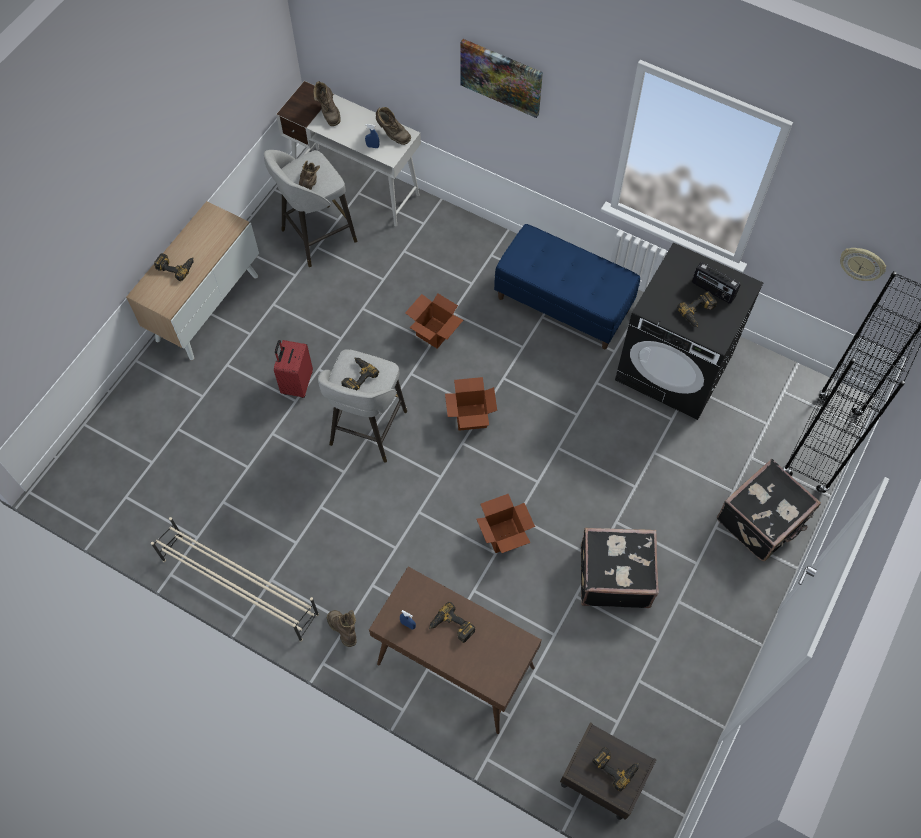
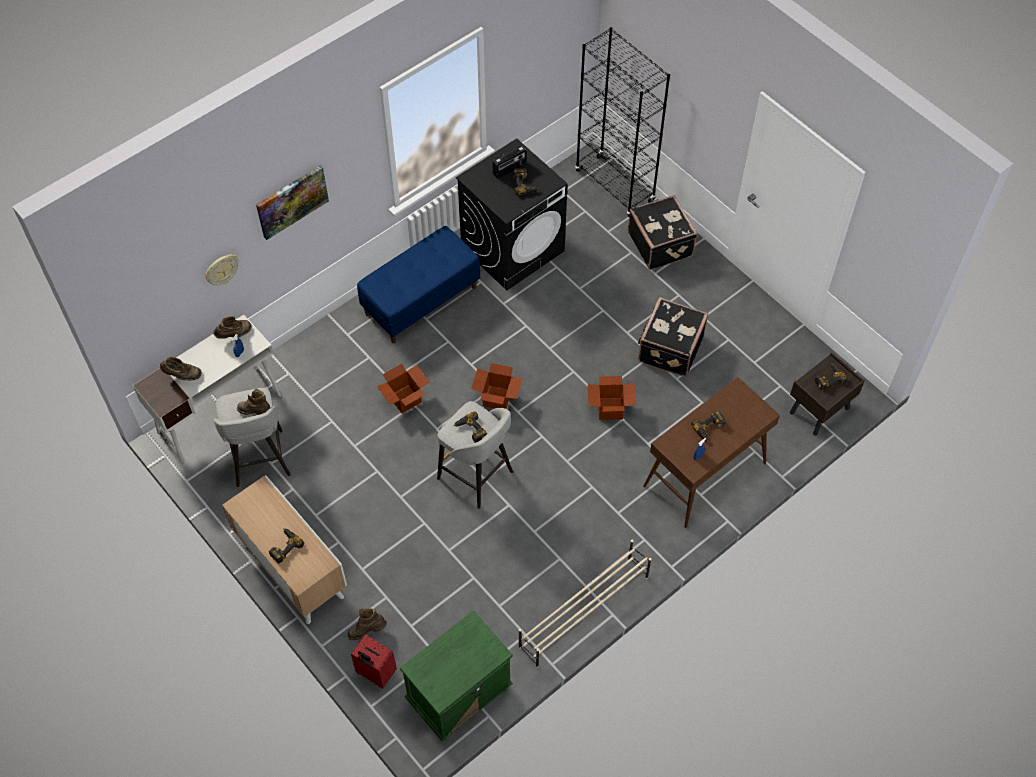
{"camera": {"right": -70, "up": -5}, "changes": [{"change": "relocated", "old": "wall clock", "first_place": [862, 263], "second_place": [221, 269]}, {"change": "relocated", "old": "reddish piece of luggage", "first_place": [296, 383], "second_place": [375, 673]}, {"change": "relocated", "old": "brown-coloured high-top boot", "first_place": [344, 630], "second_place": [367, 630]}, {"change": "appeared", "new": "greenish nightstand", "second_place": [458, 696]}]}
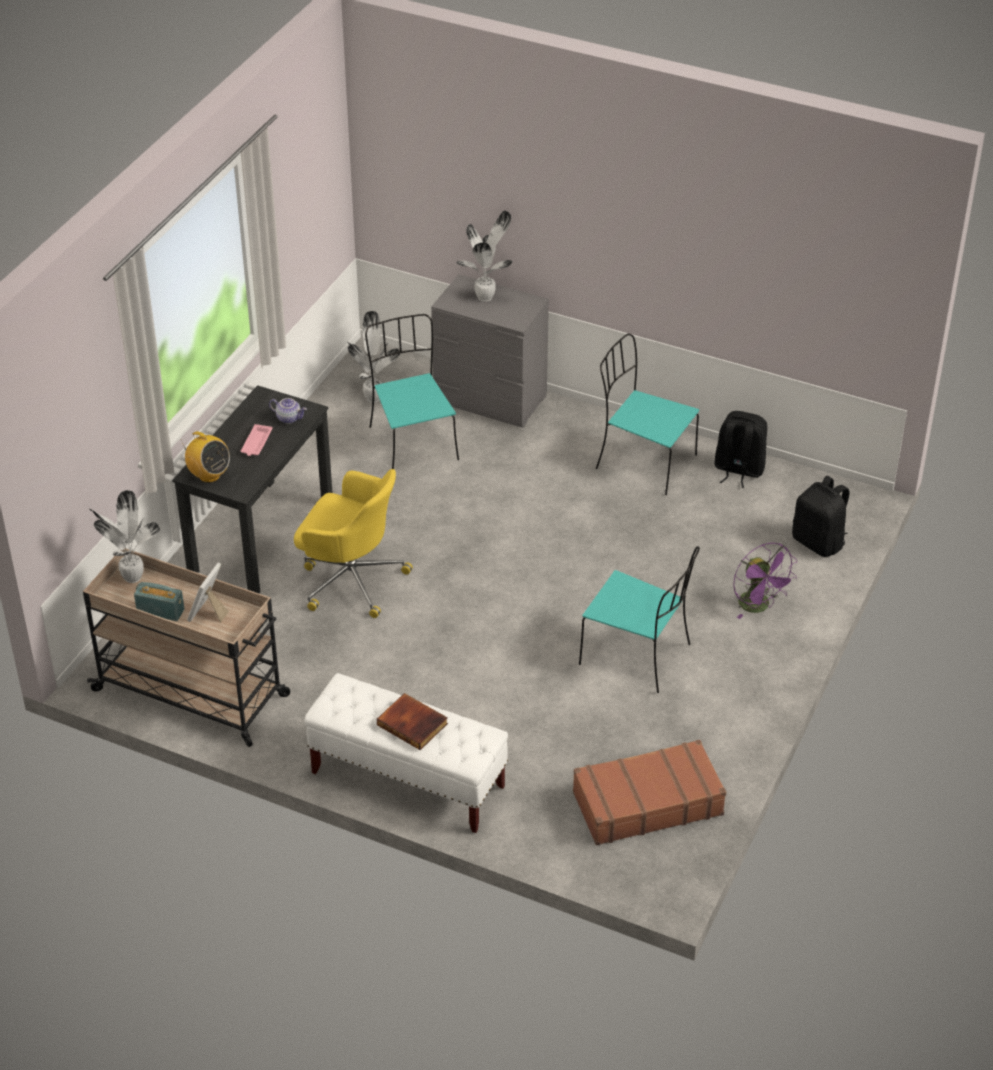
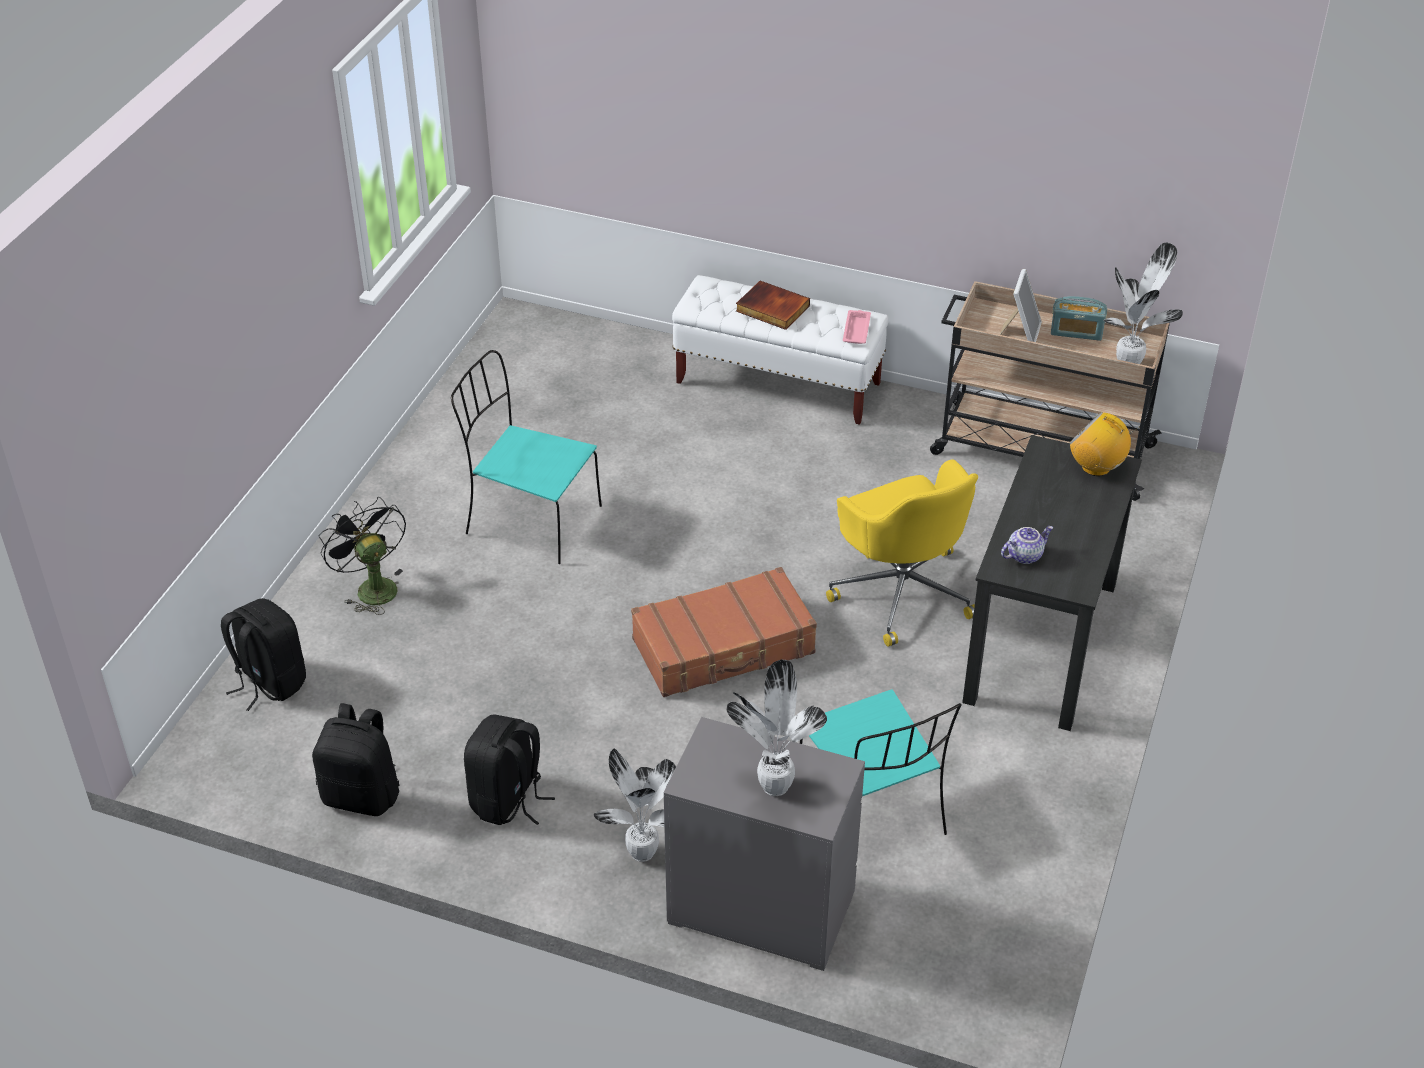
{"camera": {"right": 175, "up": 0}, "changes": [{"change": "relocated", "old": "plant in a pot", "first_place": [373, 397], "second_place": [642, 855]}, {"change": "exchanged", "old": "turquoise chair", "new": "blackish knapsack", "first_place": [643, 461], "second_place": [508, 800]}, {"change": "spun", "old": "pot for tea", "first_place": [289, 418], "second_place": [1024, 555], "degrees": 135}, {"change": "relocated", "old": "pink-coloured serving tray", "first_place": [256, 443], "second_place": [856, 329]}, {"change": "spun", "old": "yellowish computer chair", "first_place": [351, 579], "second_place": [902, 591], "degrees": -135}, {"change": "colour", "old": "purplish cooling fan", "new": "blackish cooling fan", "first_place": [759, 607], "second_place": [371, 587]}, {"change": "relocated", "old": "brown-coloured piece of luggage", "first_place": [646, 803], "second_place": [724, 647]}]}
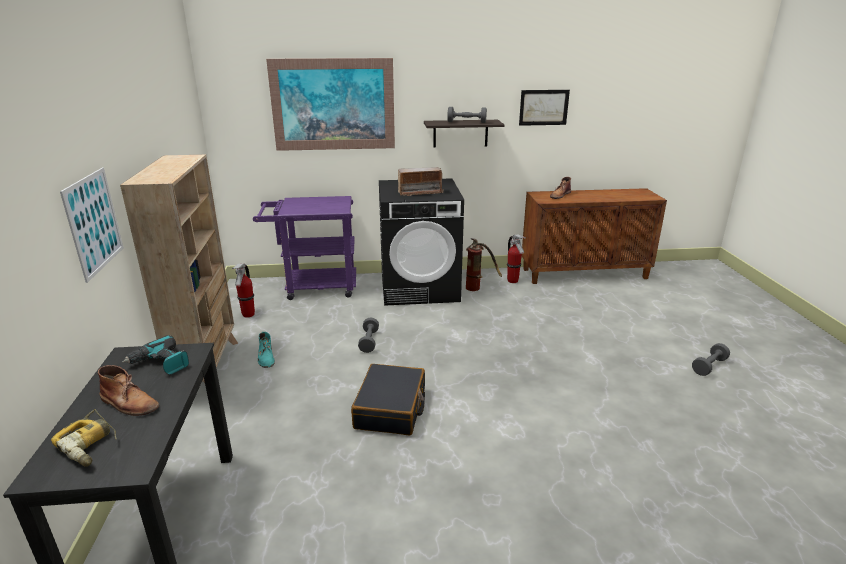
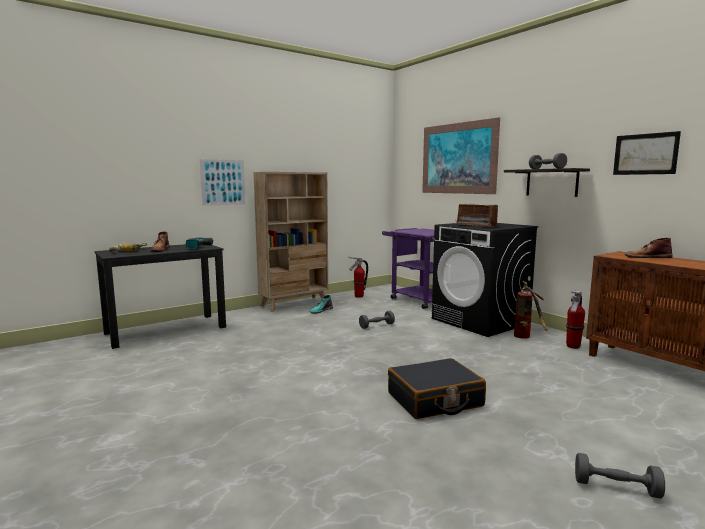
{"camera": {"right": 60, "up": -15}, "changes": [{"change": "relocated", "old": "blackish piece of luggage", "first_place": [391, 409], "second_place": [435, 400]}]}
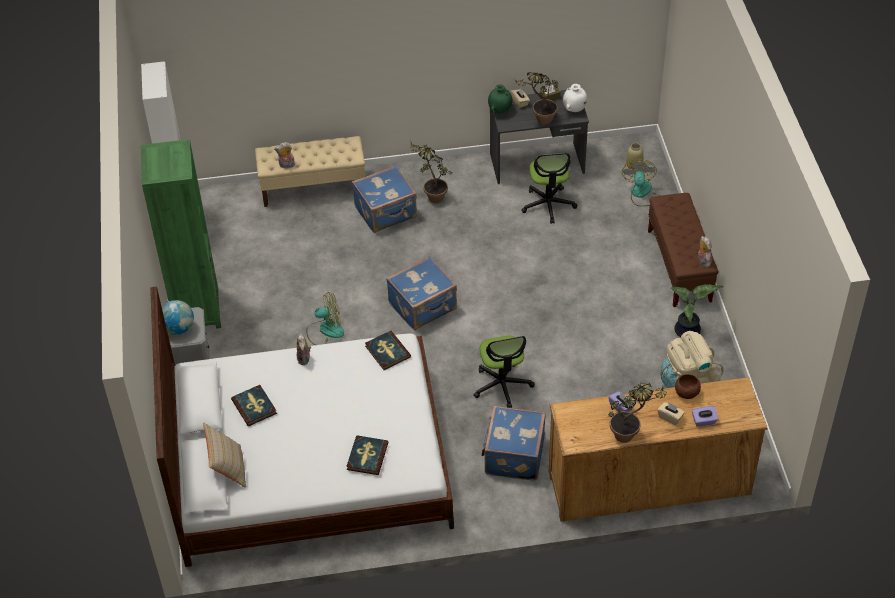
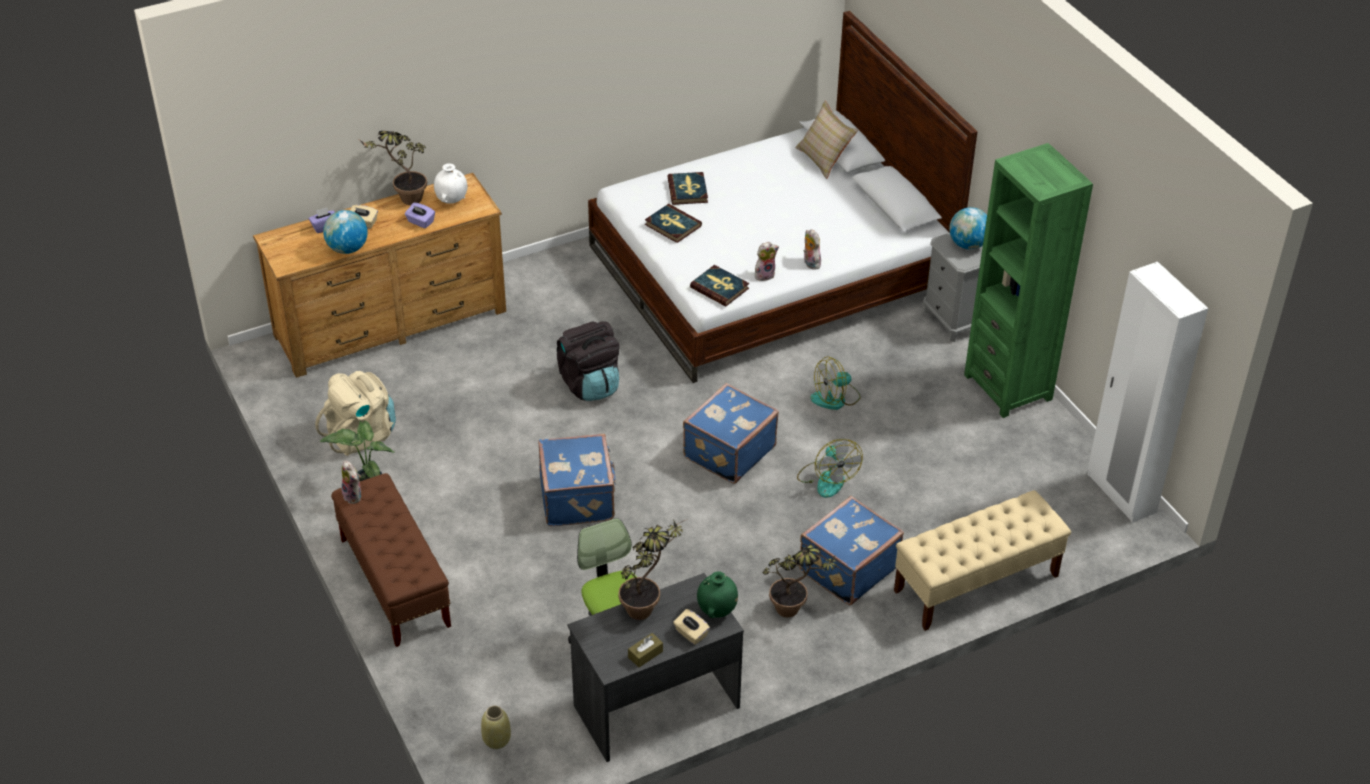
{"camera": {"right": 160, "up": -5}, "changes": [{"change": "relocated", "old": "white-coloured vase", "first_place": [574, 109], "second_place": [452, 200]}, {"change": "relocated", "old": "soft toy", "first_place": [286, 165], "second_place": [764, 274]}, {"change": "relocated", "old": "cooling fan", "first_place": [641, 194], "second_place": [827, 478]}, {"change": "exchanged", "old": "computer chair", "new": "blackish knapsack", "first_place": [502, 385], "second_place": [589, 384]}, {"change": "exchanged", "old": "brown-coloured deep dish", "new": "world globe", "first_place": [687, 393], "second_place": [347, 249]}, {"change": "relocated", "old": "bound book", "first_place": [254, 407], "second_place": [672, 225]}, {"change": "relocated", "old": "bluish piece of luggage", "first_place": [513, 456], "second_place": [578, 498]}]}
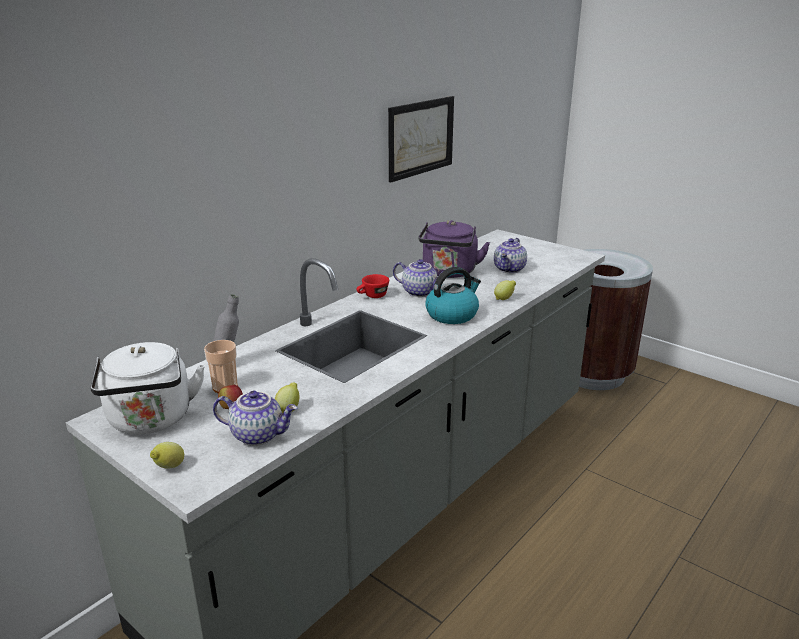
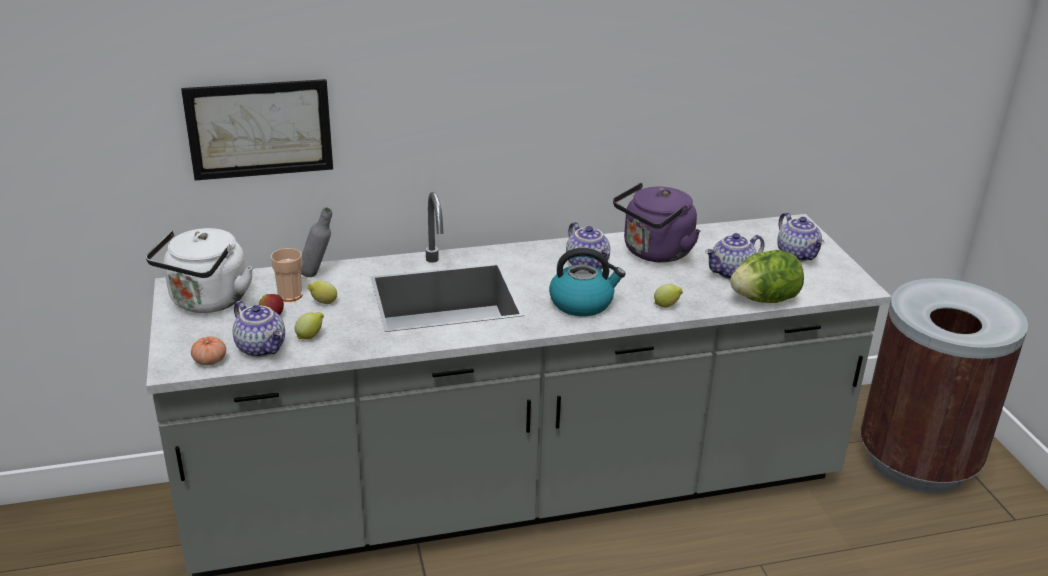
{"camera": {"right": 35, "up": 5}, "changes": [{"change": "relocated", "old": "wall art", "first_place": [421, 137], "second_place": [259, 129]}, {"change": "missing", "old": "reddish small cup", "first_place": [372, 296]}, {"change": "relocated", "old": "whole lemon", "first_place": [169, 467], "second_place": [323, 303]}, {"change": "appeared", "new": "pot for tea", "second_place": [798, 255]}, {"change": "appeared", "new": "lettuce", "second_place": [764, 299]}, {"change": "appeared", "new": "fresh tomato", "second_place": [210, 361]}]}
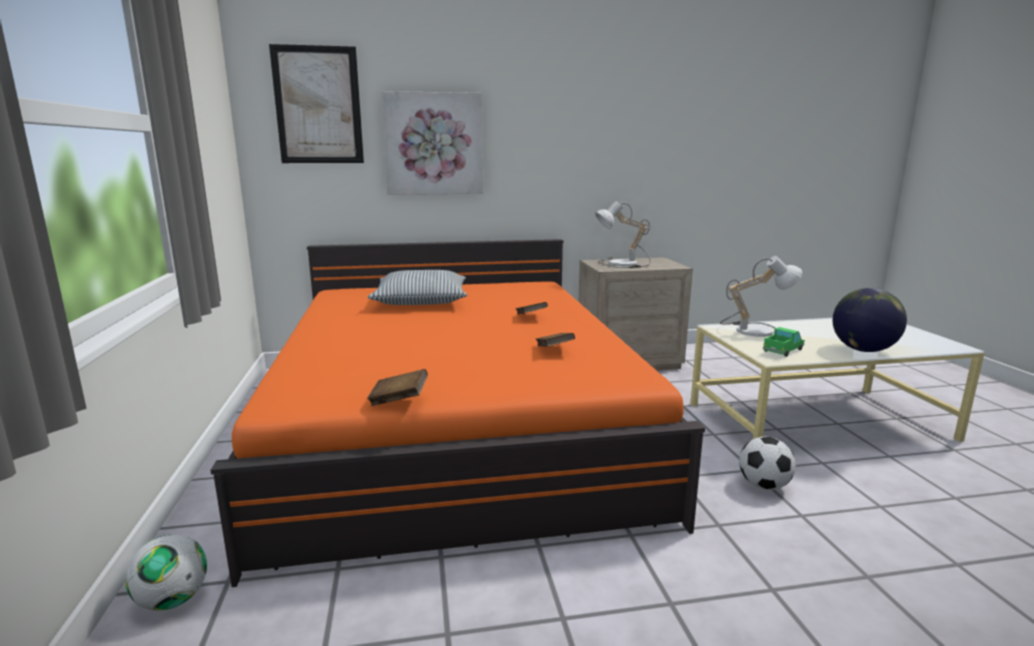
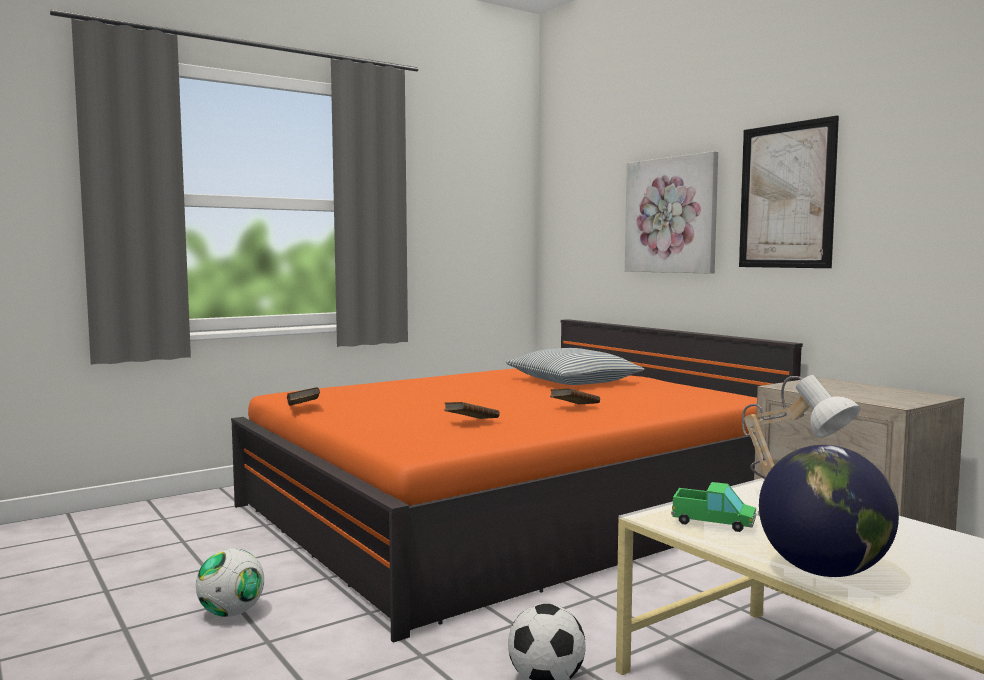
{"camera": {"right": 65, "up": -10}, "changes": [{"change": "relocated", "old": "wall art", "first_place": [318, 105], "second_place": [786, 196]}, {"change": "missing", "old": "tabletop lamp", "first_place": [622, 264]}, {"change": "relocated", "old": "football ball", "first_place": [173, 600], "second_place": [231, 613]}]}
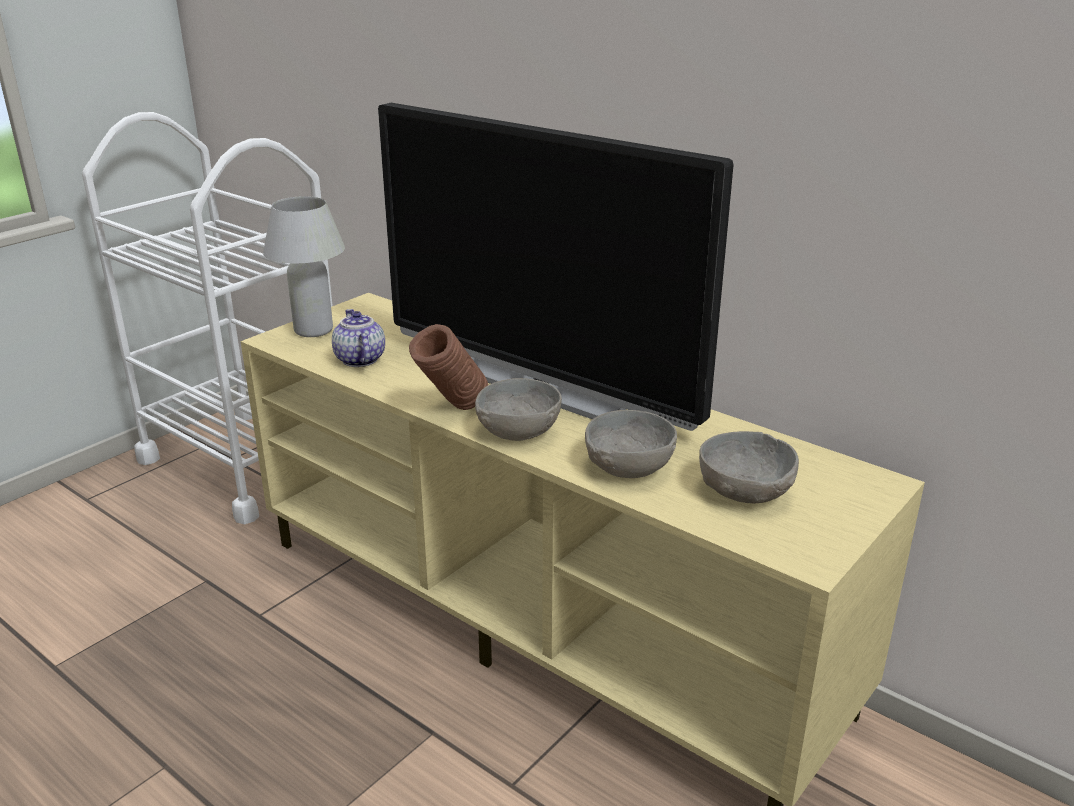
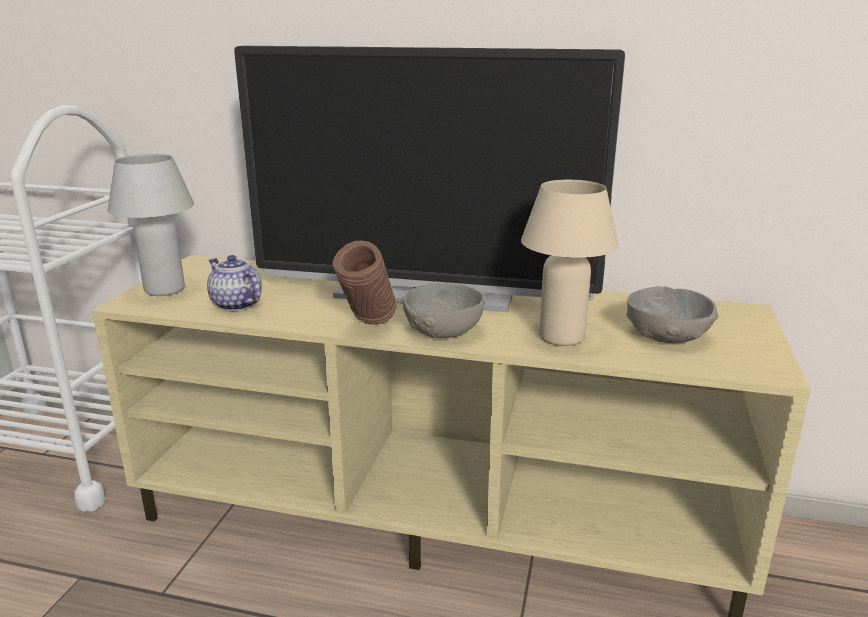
{"camera": {"right": -25, "up": -5}, "changes": [{"change": "exchanged", "old": "grey deep dish", "new": "beige tabletop lamp", "first_place": [628, 466], "second_place": [561, 337]}]}
